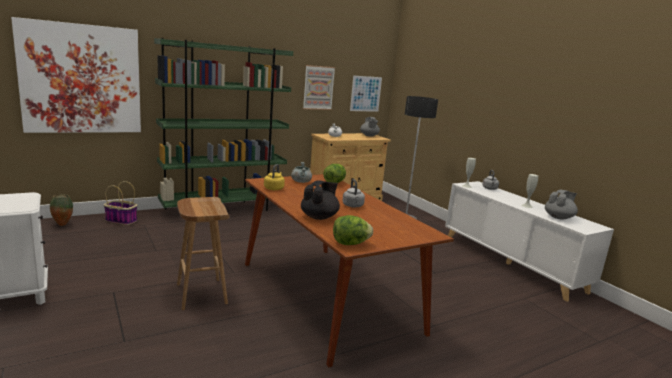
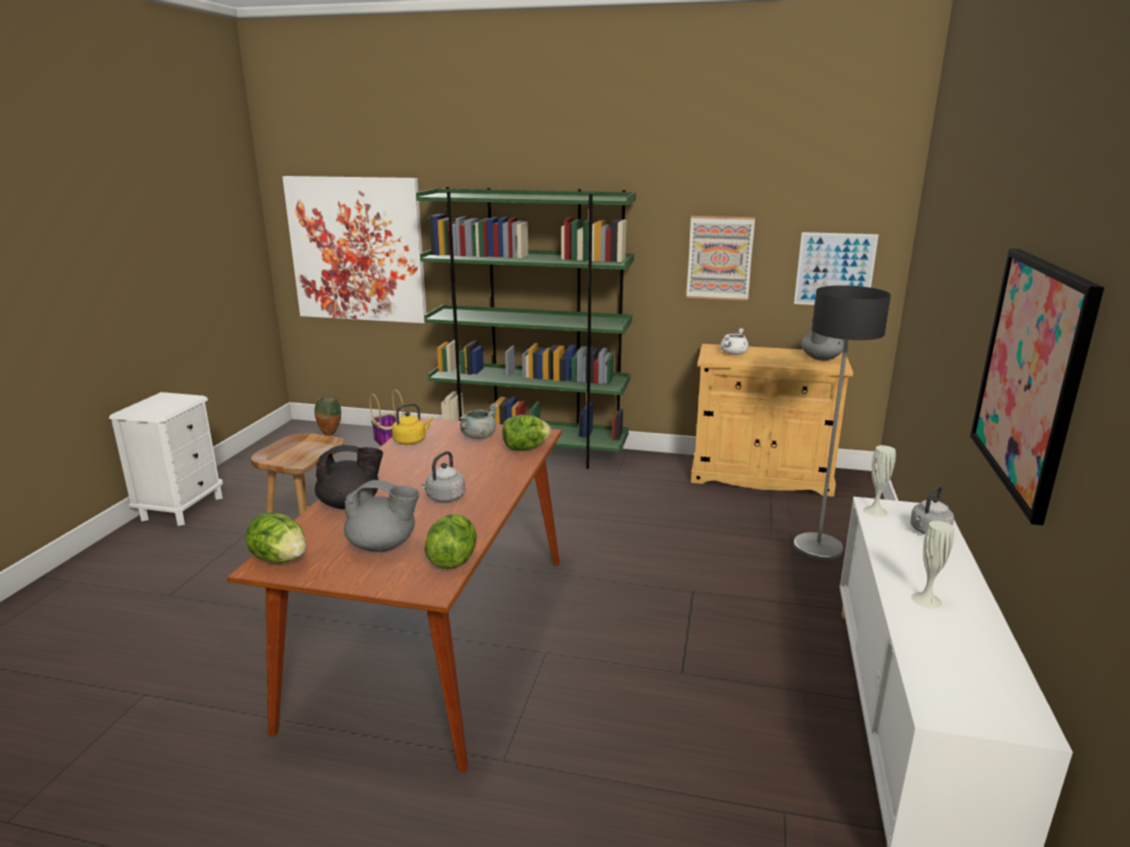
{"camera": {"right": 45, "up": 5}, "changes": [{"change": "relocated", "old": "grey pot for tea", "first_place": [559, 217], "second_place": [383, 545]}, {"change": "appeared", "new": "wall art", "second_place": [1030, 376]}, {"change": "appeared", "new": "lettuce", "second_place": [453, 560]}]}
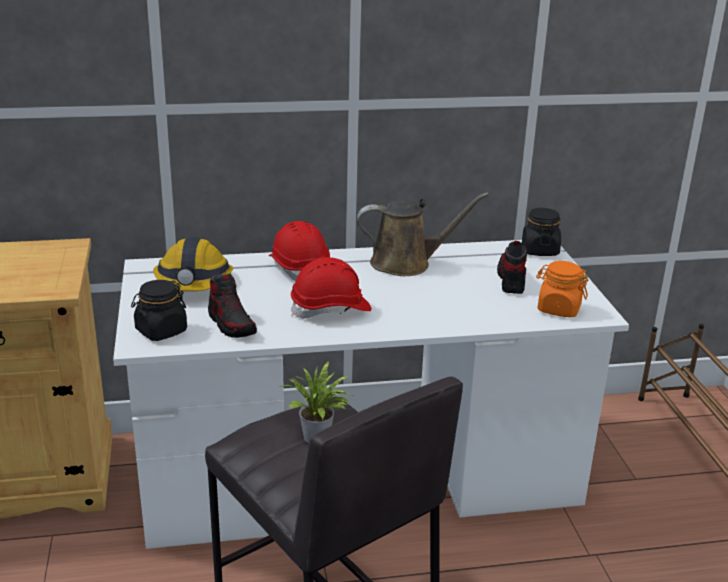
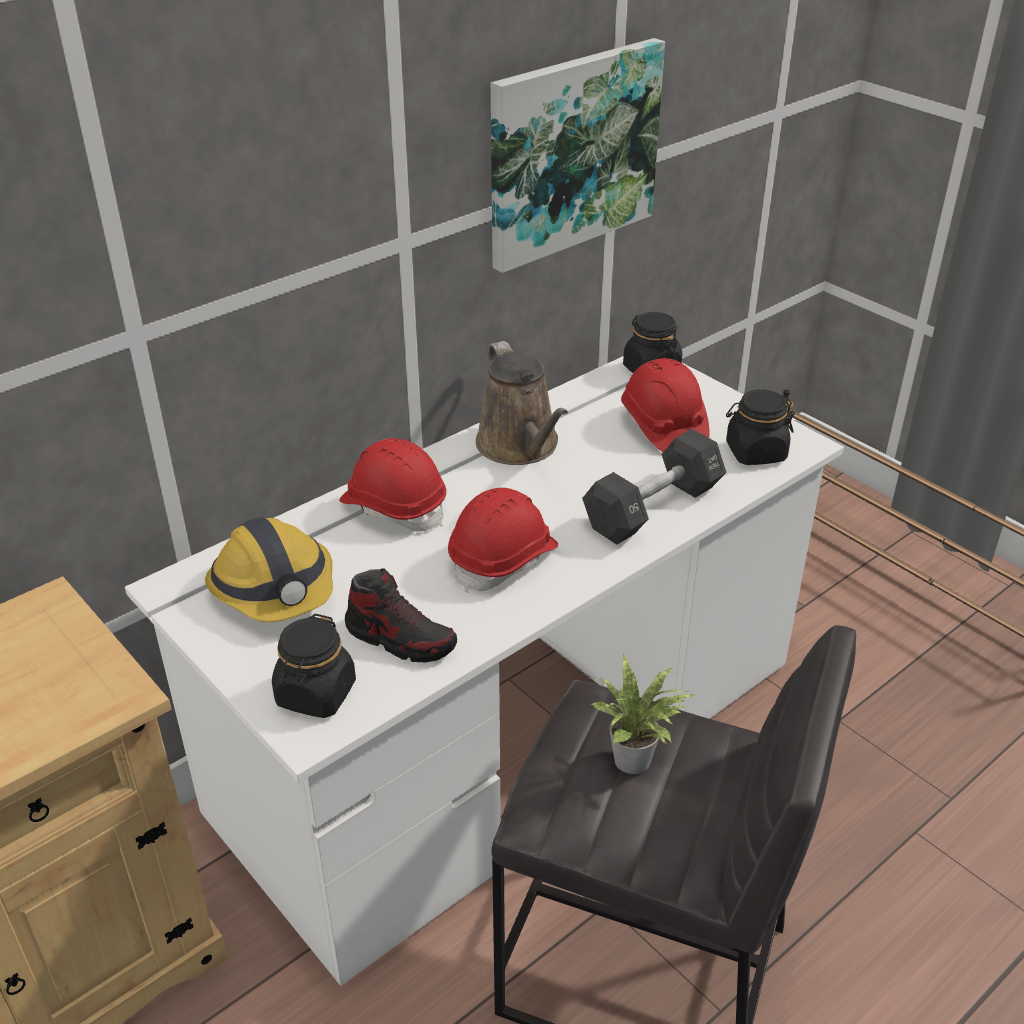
{"camera": {"right": -30, "up": 10}, "changes": [{"change": "spun", "old": "brown-coloured watering can", "first_place": [406, 263], "second_place": [520, 446], "degrees": 105}, {"change": "exchanged", "old": "shoe", "new": "reddish safety helmet", "first_place": [510, 279], "second_place": [663, 427]}, {"change": "colour", "old": "orange-coloured preserve jar", "new": "blackish preserve jar", "first_place": [558, 309], "second_place": [755, 452]}, {"change": "appeared", "new": "wall art", "second_place": [572, 152]}, {"change": "appeared", "new": "blackish hand weight", "second_place": [653, 508]}]}
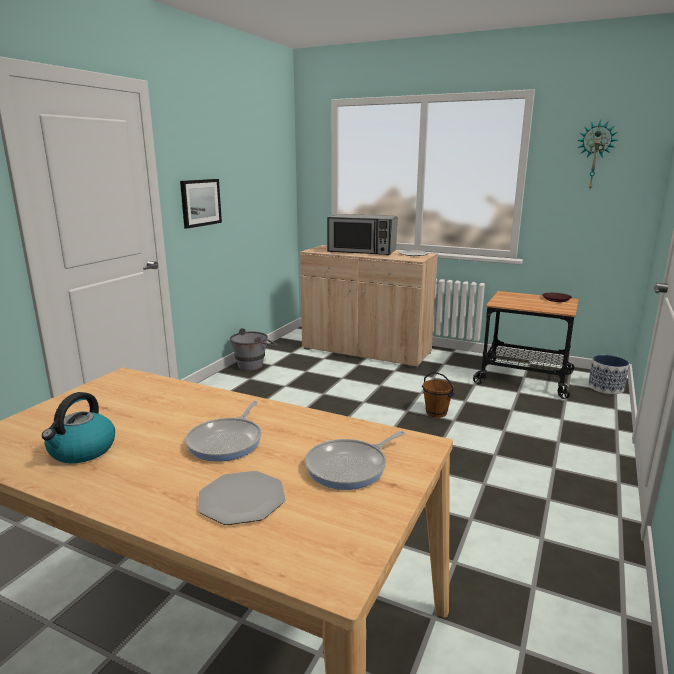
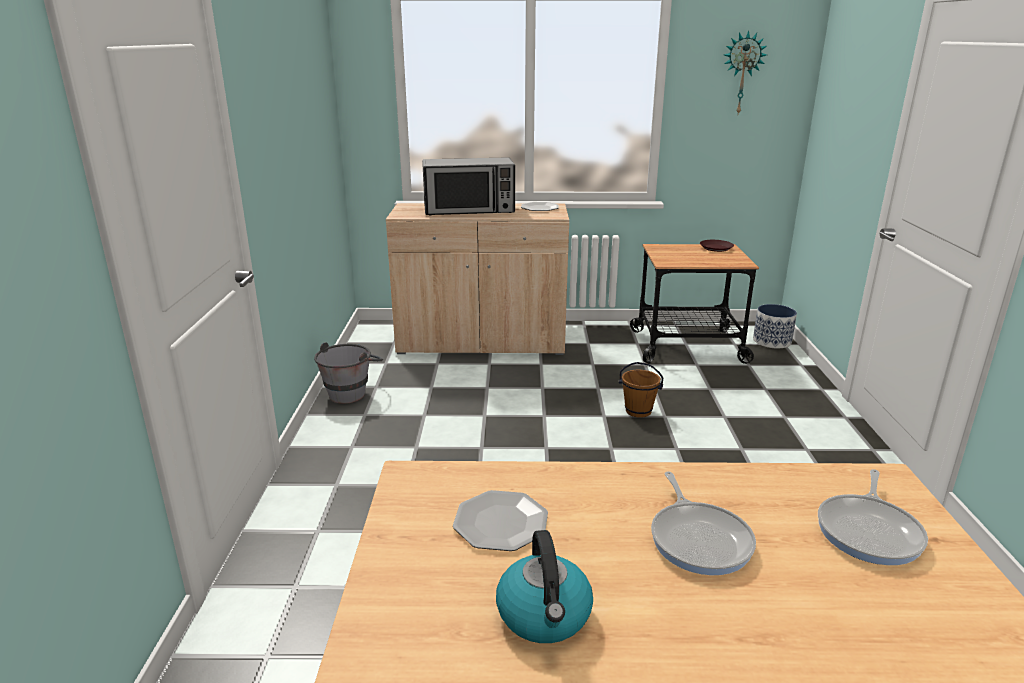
{"camera": {"right": -25, "up": 5}, "changes": [{"change": "missing", "old": "wall art", "first_place": [200, 202]}, {"change": "relocated", "old": "dinner plate", "first_place": [241, 499], "second_place": [500, 522]}]}
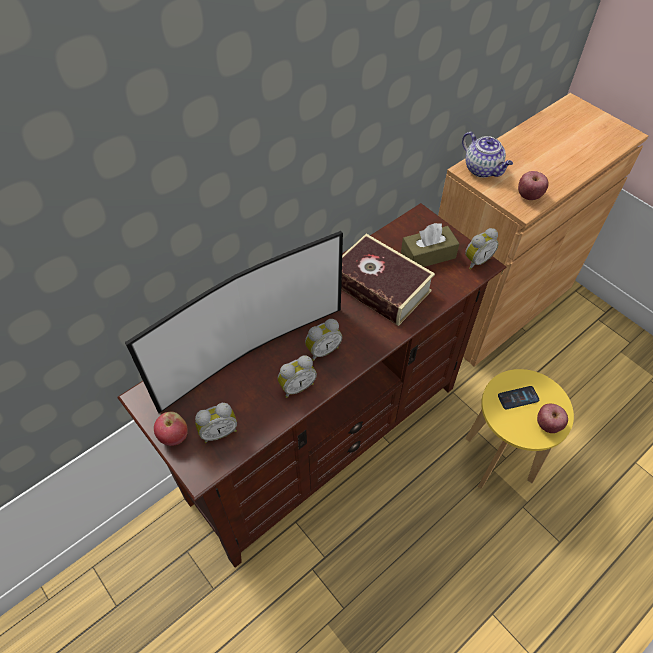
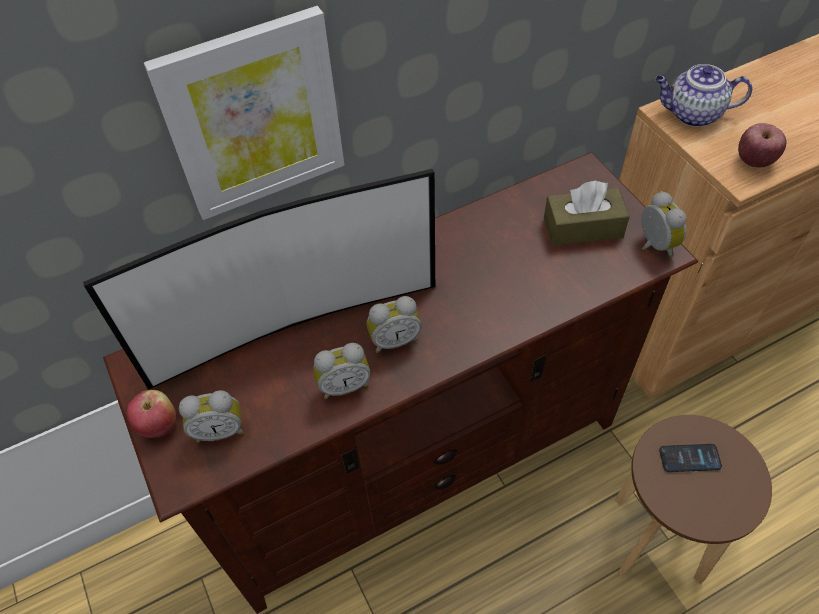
{"camera": {"right": 15, "up": 0}, "changes": [{"change": "spun", "old": "pot for tea", "first_place": [483, 169], "second_place": [692, 114], "degrees": 120}, {"change": "spun", "old": "bedside clock", "first_place": [476, 260], "second_place": [653, 245], "degrees": -90}, {"change": "missing", "old": "bound book", "first_place": [380, 287]}, {"change": "colour", "old": "yellowish sitting stool", "new": "brown-coloured sitting stool", "first_place": [499, 459], "second_place": [657, 539]}, {"change": "missing", "old": "whole apple", "first_place": [548, 424]}, {"change": "appeared", "new": "wall art", "second_place": [253, 116]}]}
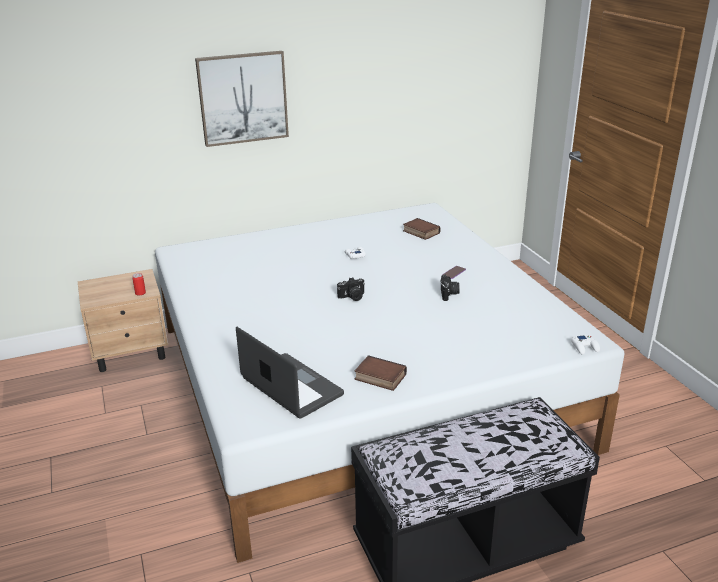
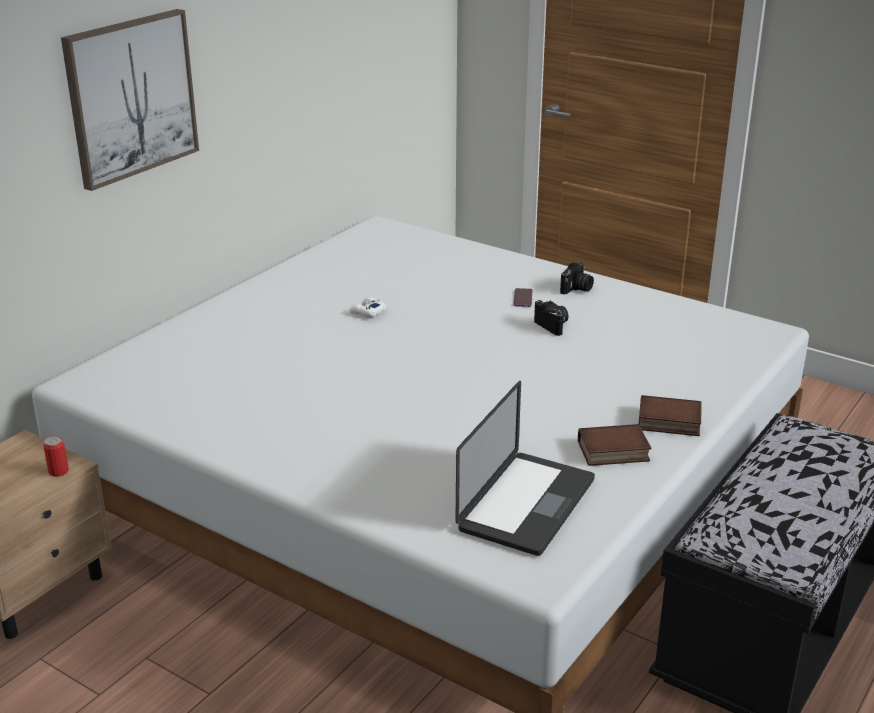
{"camera": {"right": -35, "up": 0}, "changes": [{"change": "relocated", "old": "bound book", "first_place": [420, 232], "second_place": [668, 422]}, {"change": "relocated", "old": "photo camera", "first_place": [352, 297], "second_place": [577, 289]}, {"change": "spun", "old": "laptop", "first_place": [291, 387], "second_place": [526, 505], "degrees": 105}, {"change": "missing", "old": "white-coloured game controller", "first_place": [585, 347]}]}
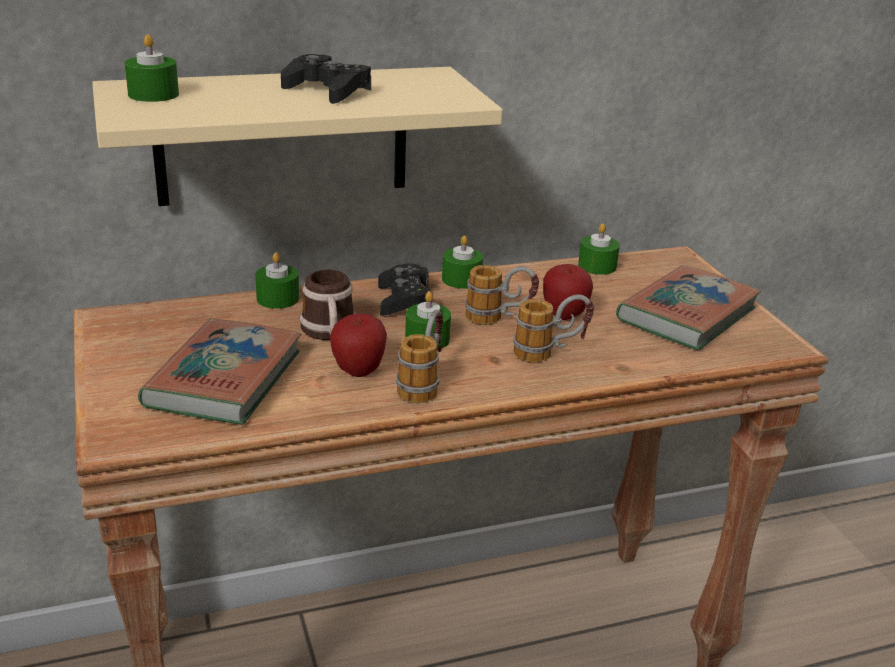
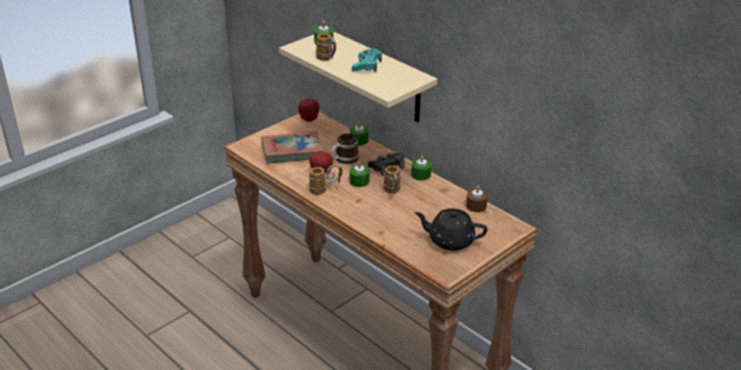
{"camera": {"right": 65, "up": 5}, "changes": [{"change": "colour", "old": "blackish game controller", "new": "turquoise game controller", "first_place": [327, 90], "second_place": [367, 66]}, {"change": "colour", "old": "greenish wax light", "new": "brown-coloured wax light", "first_place": [597, 266], "second_place": [476, 206]}, {"change": "relocated", "old": "whole apple", "first_place": [564, 316], "second_place": [309, 120]}, {"change": "exchanged", "old": "bound book", "new": "blackish pot for tea", "first_place": [687, 315], "second_place": [450, 240]}, {"change": "relocated", "old": "coffee mug", "first_place": [550, 353], "second_place": [328, 60]}]}
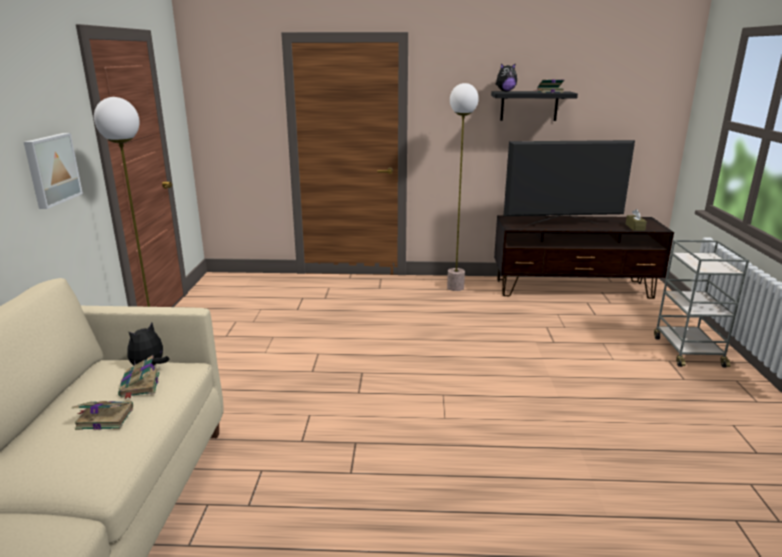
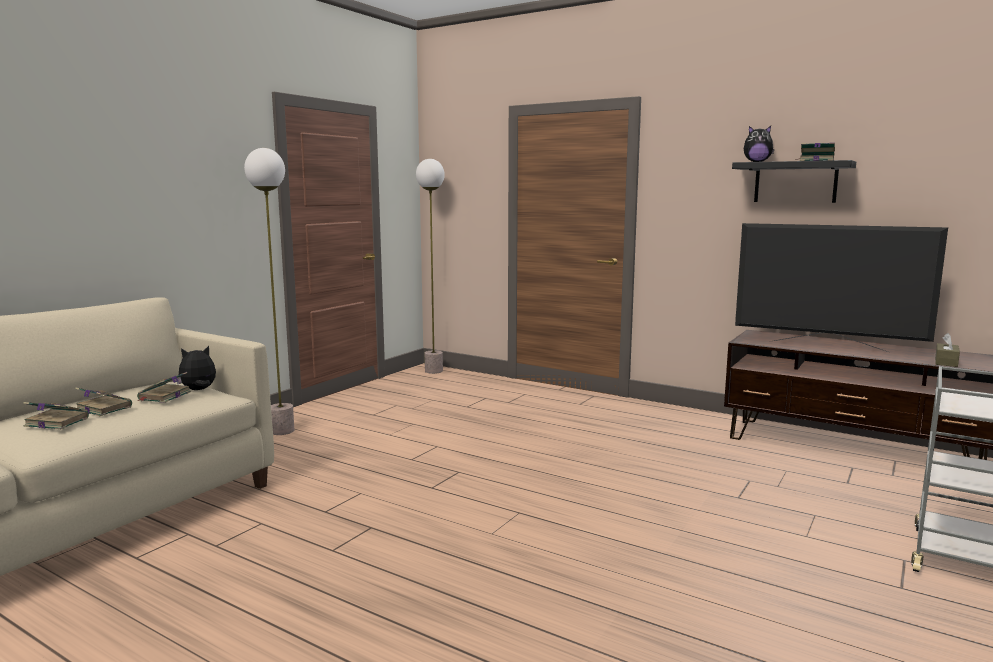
{"camera": {"right": 30, "up": -10}, "changes": [{"change": "relocated", "old": "standing lamp", "first_place": [455, 287], "second_place": [433, 371]}, {"change": "missing", "old": "wall art", "first_place": [51, 169]}, {"change": "appeared", "new": "bound book", "second_place": [55, 422]}]}
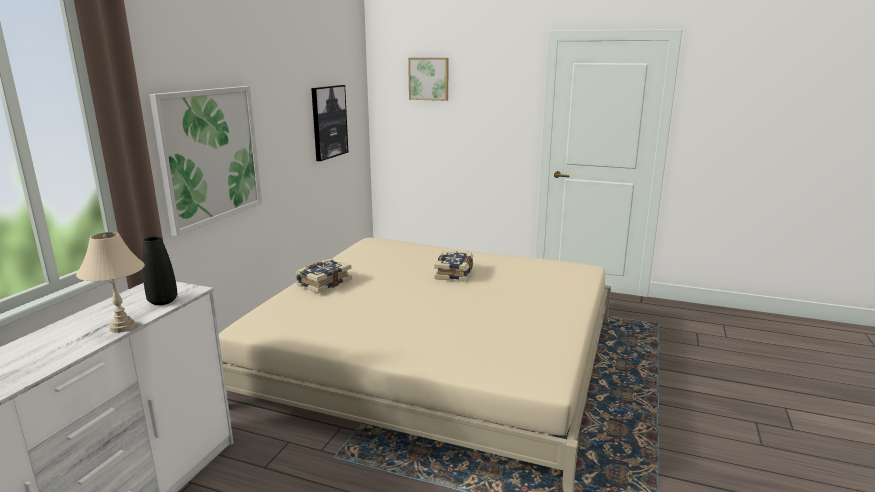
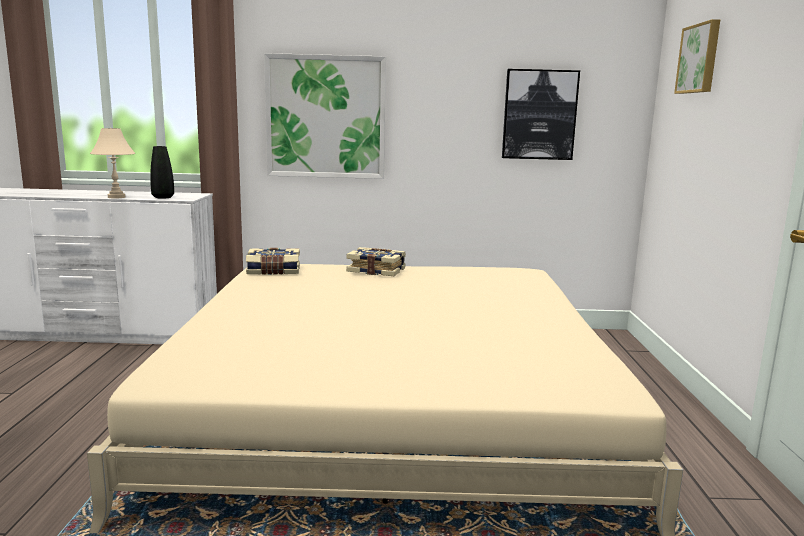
{"camera": {"right": 70, "up": -5}, "changes": [{"change": "relocated", "old": "bound book", "first_place": [455, 273], "second_place": [273, 271]}]}
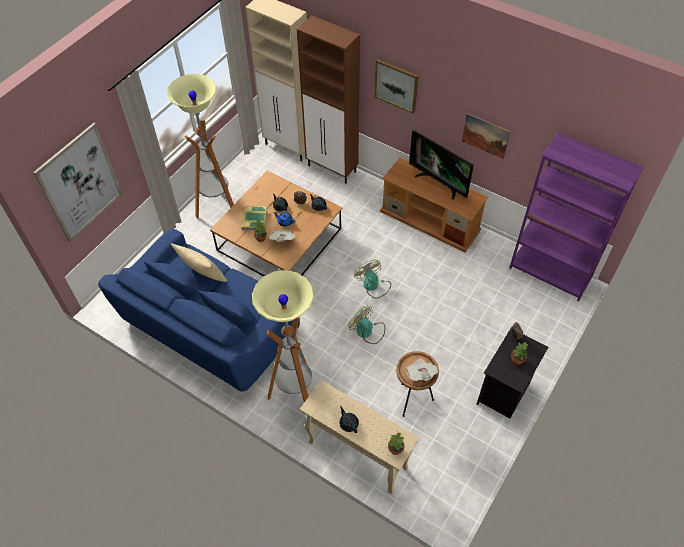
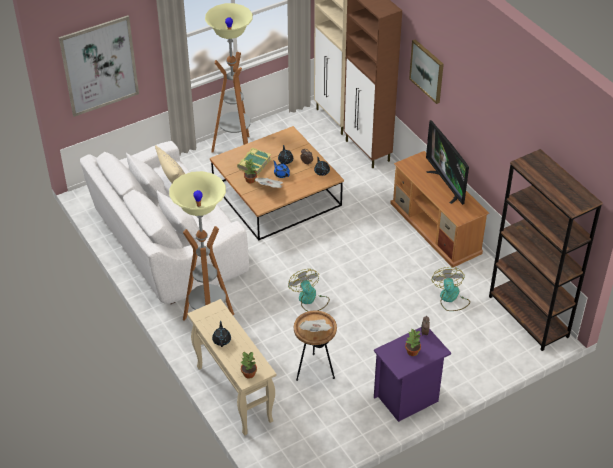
{"camera": {"right": 25, "up": -10}, "changes": [{"change": "missing", "old": "wall art", "first_place": [485, 136]}, {"change": "colour", "old": "purplish bookshelf", "new": "brown-coloured bookshelf", "first_place": [550, 274], "second_place": [528, 316]}, {"change": "colour", "old": "bluish settee", "new": "white-coloured settee", "first_place": [209, 327], "second_place": [167, 244]}, {"change": "relocated", "old": "cooling fan", "first_place": [373, 285], "second_place": [450, 298]}, {"change": "colour", "old": "blackish nightstand", "new": "purplish nightstand", "first_place": [504, 393], "second_place": [407, 399]}]}
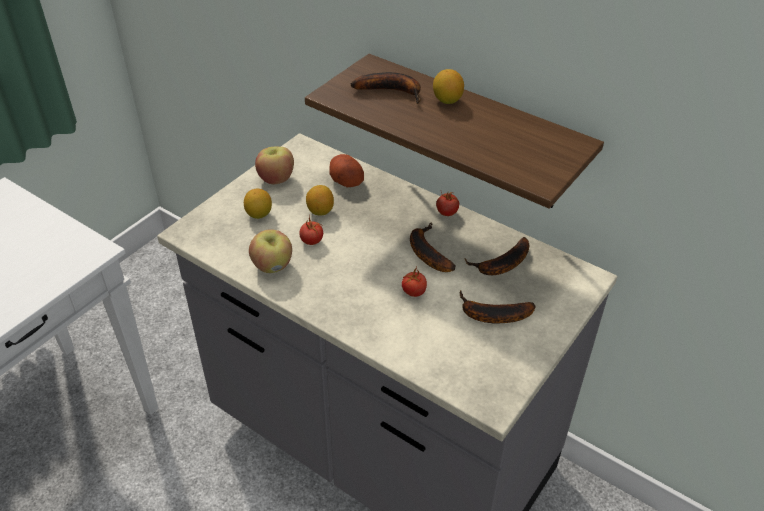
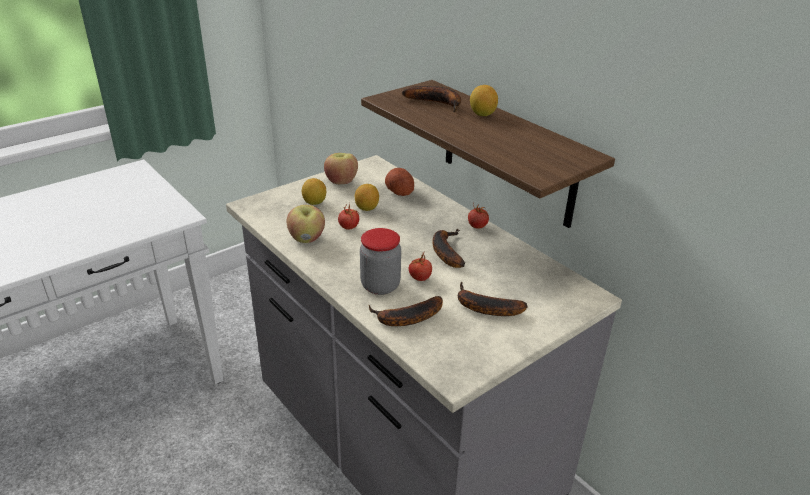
{"camera": {"right": 15, "up": -10}, "changes": [{"change": "relocated", "old": "whole banana", "first_place": [501, 265], "second_place": [406, 319]}, {"change": "appeared", "new": "preserve jar", "second_place": [380, 285]}]}
